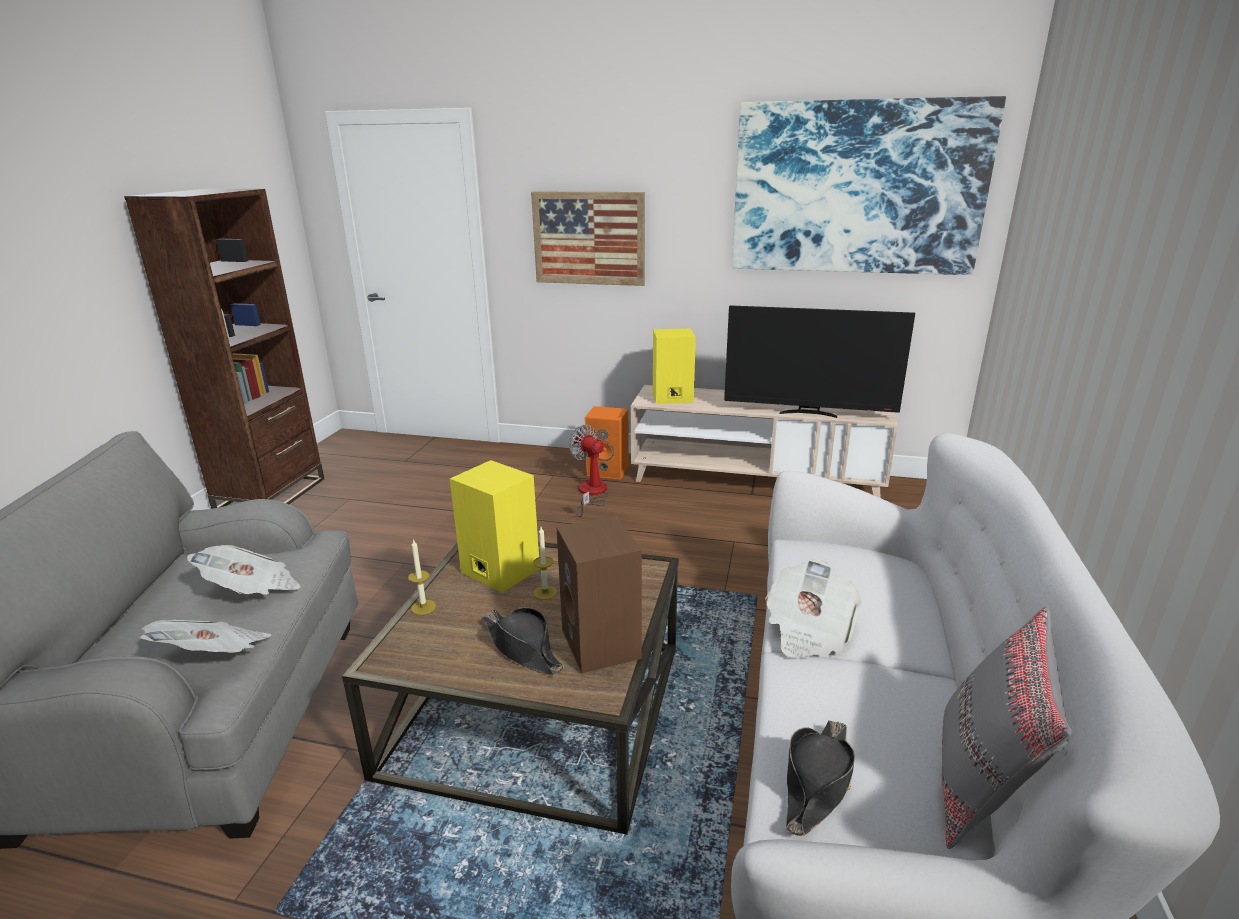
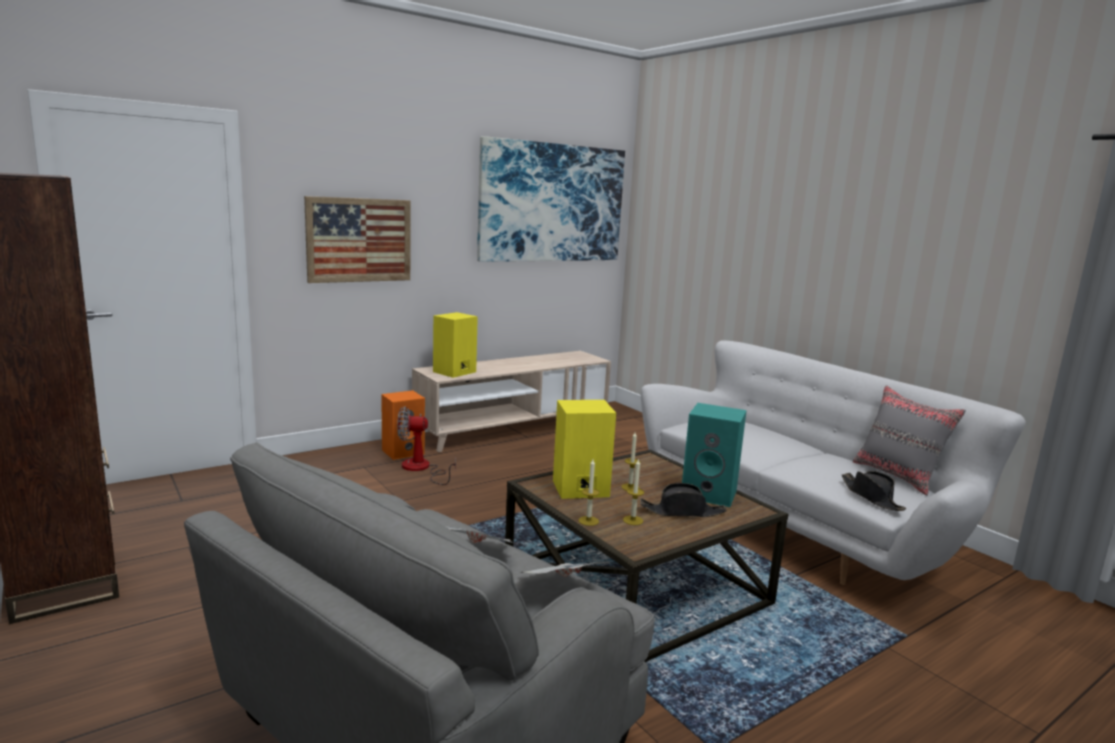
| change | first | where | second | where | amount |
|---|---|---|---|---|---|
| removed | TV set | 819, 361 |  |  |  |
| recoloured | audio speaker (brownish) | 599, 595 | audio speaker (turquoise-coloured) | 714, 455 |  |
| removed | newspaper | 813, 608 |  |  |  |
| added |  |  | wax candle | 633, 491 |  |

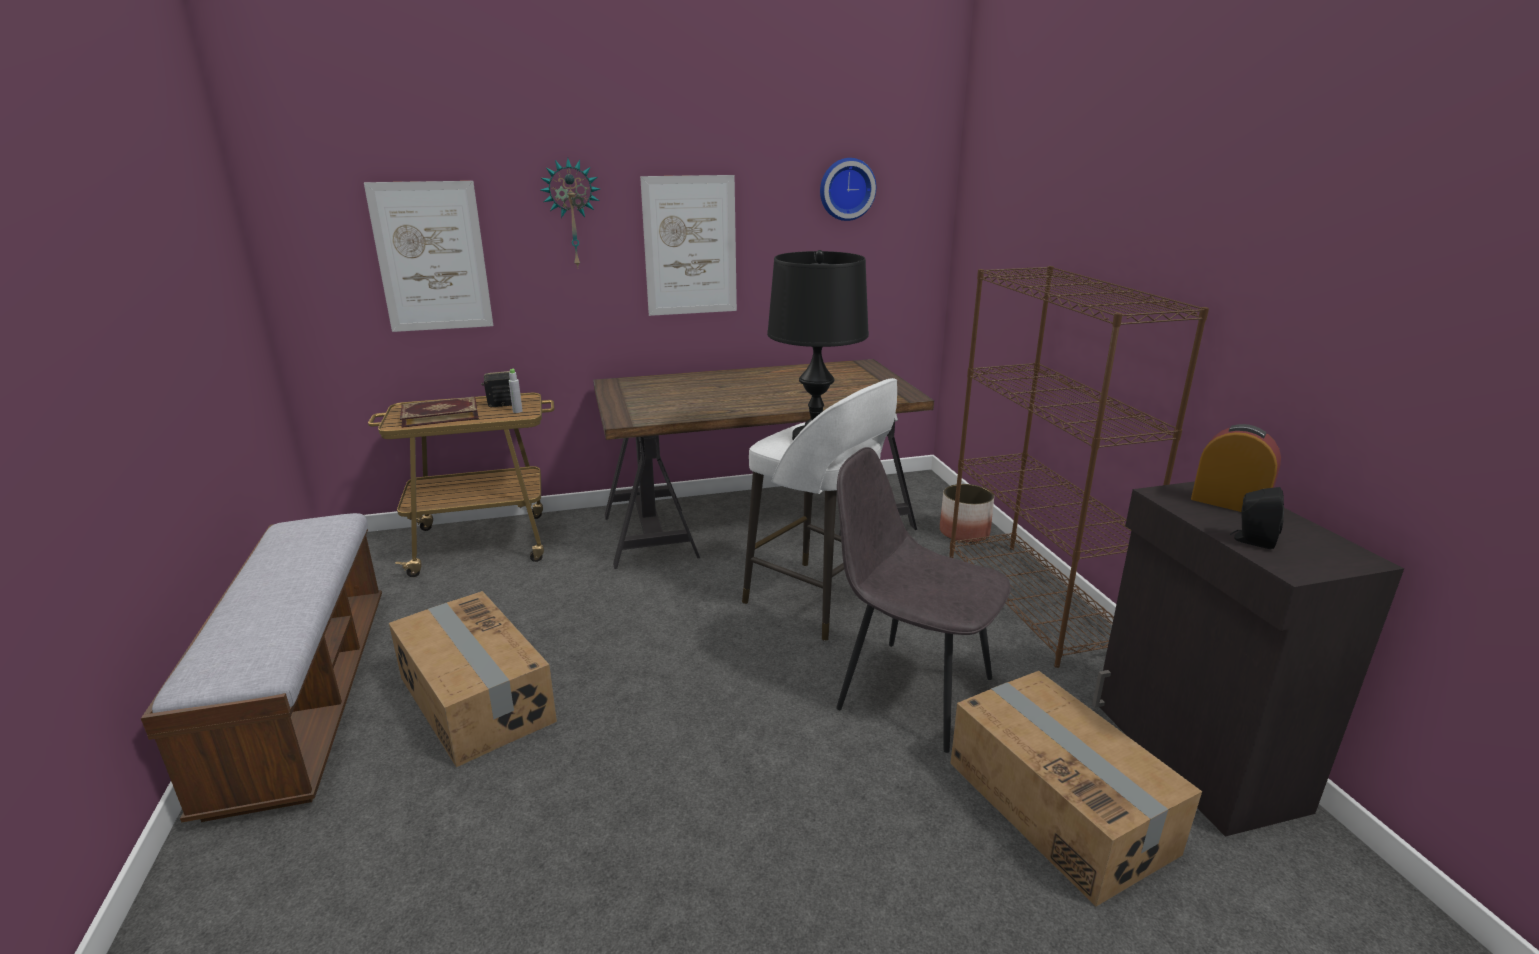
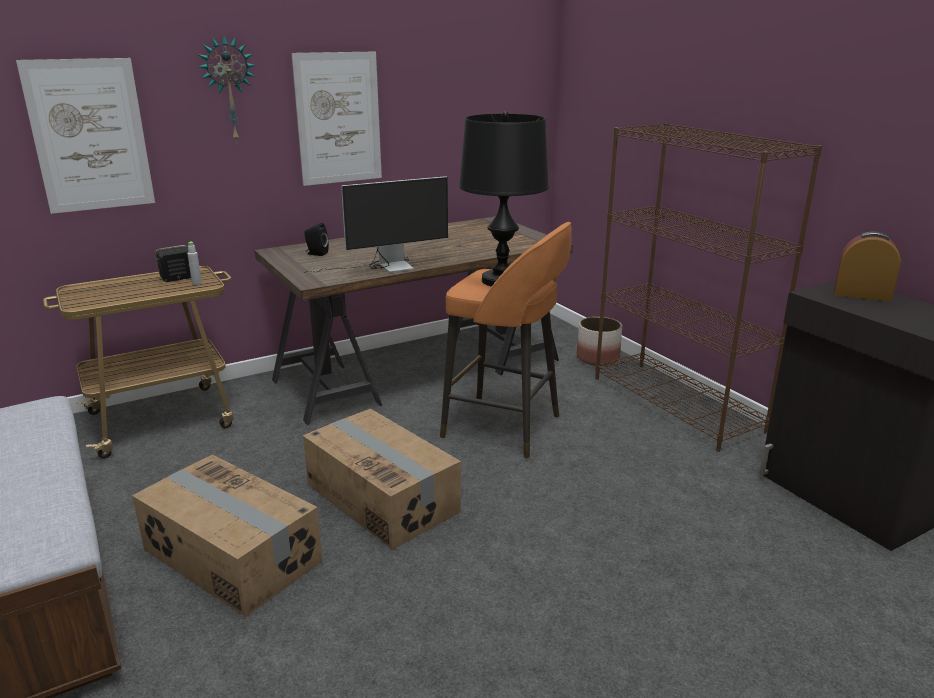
| change | first | where | second | where | amount |
|---|---|---|---|---|---|
| removed | hanging clock | 848, 189 |  |  |  |
| recoloured | stool seat (whitish) | 819, 509 | stool seat (orange) | 506, 340 |  |
| removed | bound book | 439, 412 |  |  |  |
| removed | plain chair (greyish) | 923, 600 |  |  |  |
| moved | audio speaker (black-coloured) | 1257, 518 |  | 316, 239 |  |
| moved | carton | 1076, 789 |  | 382, 479 |  |
| added |  |  | computer display | 375, 225 |  |

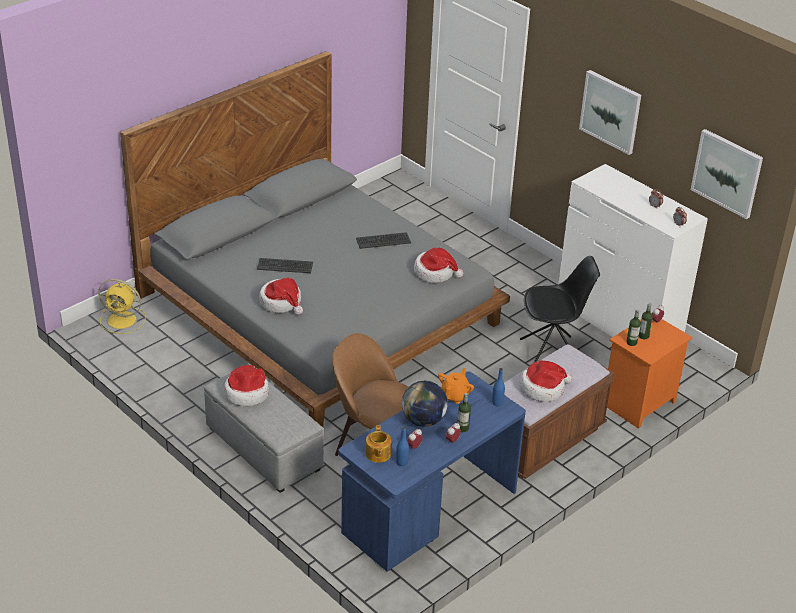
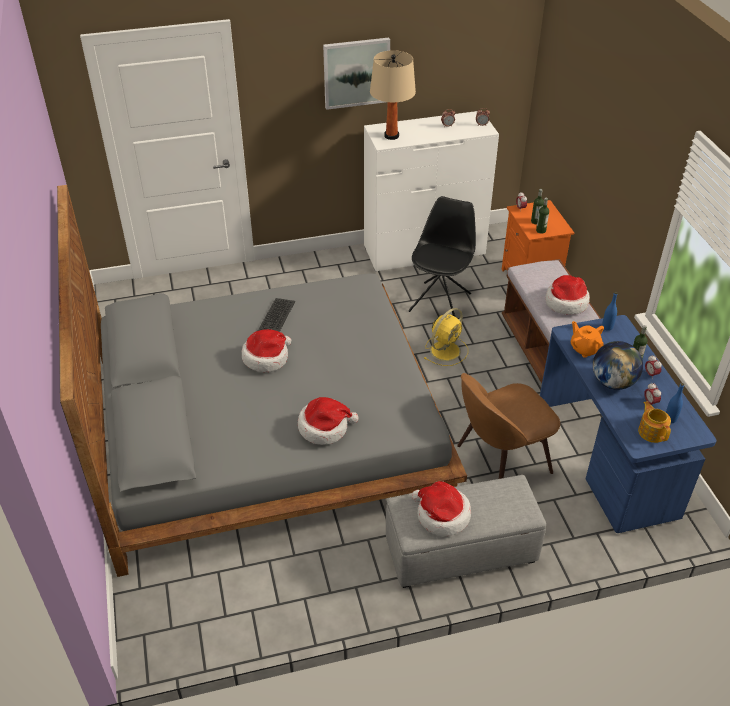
| change | first | where | second | where | amount |
|---|---|---|---|---|---|
| removed | wall art | 727, 174 |  |  |  |
| moved | hat | 438, 265 |  | 266, 350 |  |
| removed | computer keyboard | 285, 265 |  |  |  |
| moved | electric fan (yellowish) | 122, 306 |  | 446, 337 |  |
| turned | teapot | 378, 444 |  | 654, 422 | 135 degrees counterclockwise |
| added |  |  | lamp for a table (sand-coloured) | 393, 95 |  |

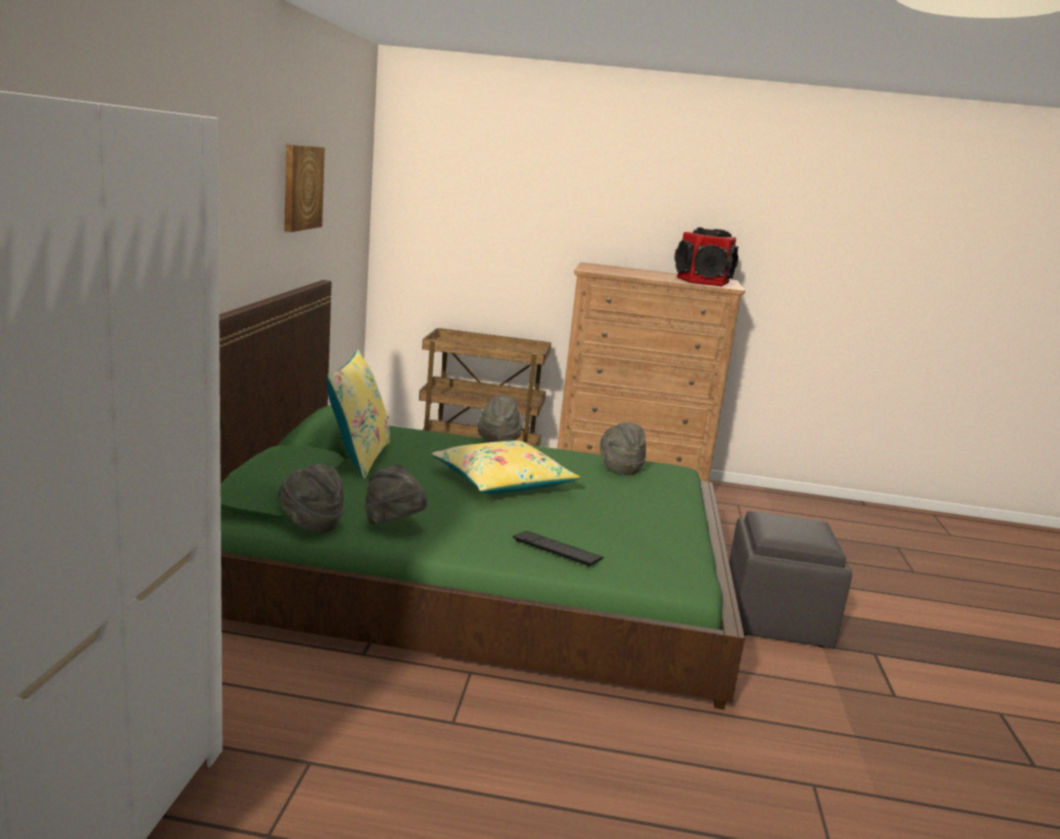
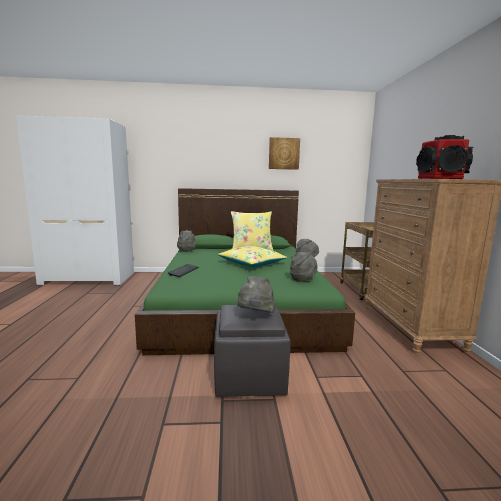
| change | first | where | second | where | amount |
|---|---|---|---|---|---|
| moved | hat (greyish) | 395, 494 |  | 256, 294 |  |

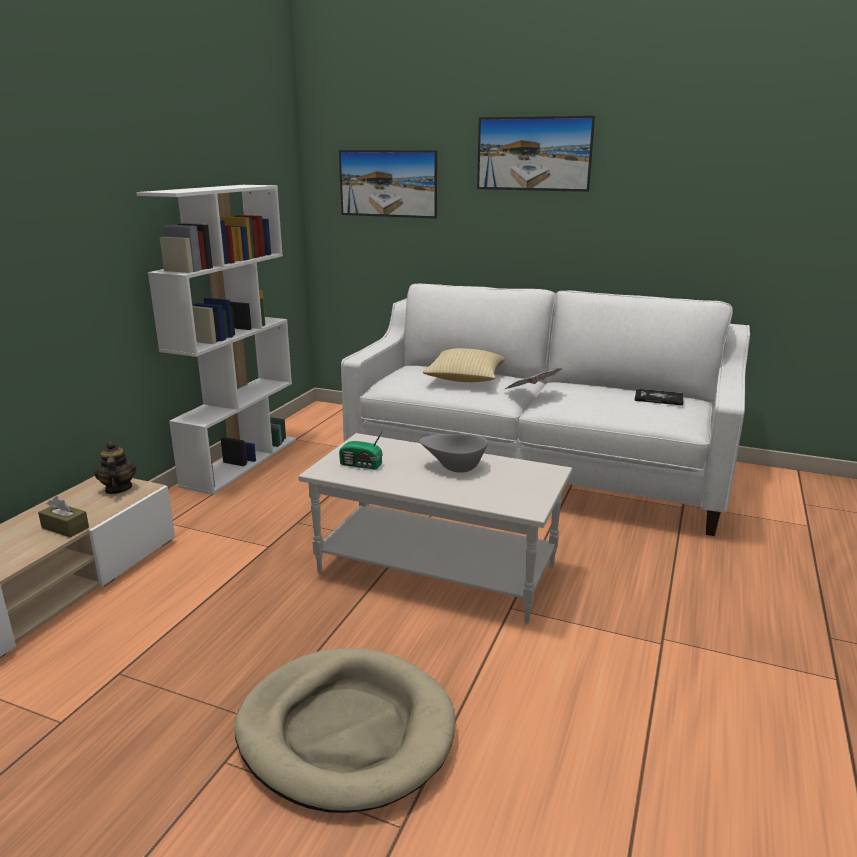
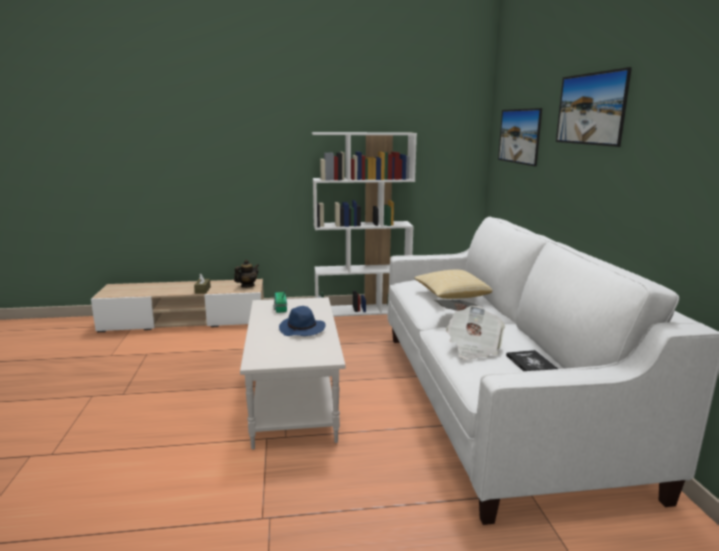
| change | first | where | second | where | amount |
|---|---|---|---|---|---|
| replaced | serving bowl (greyish) | 453, 453 | hat (blue-coloured) | 302, 321 |  |
| removed | dog cushion (sand-coloured) | 344, 730 |  |  |  |
| added |  |  | newspaper | 475, 333 |  |

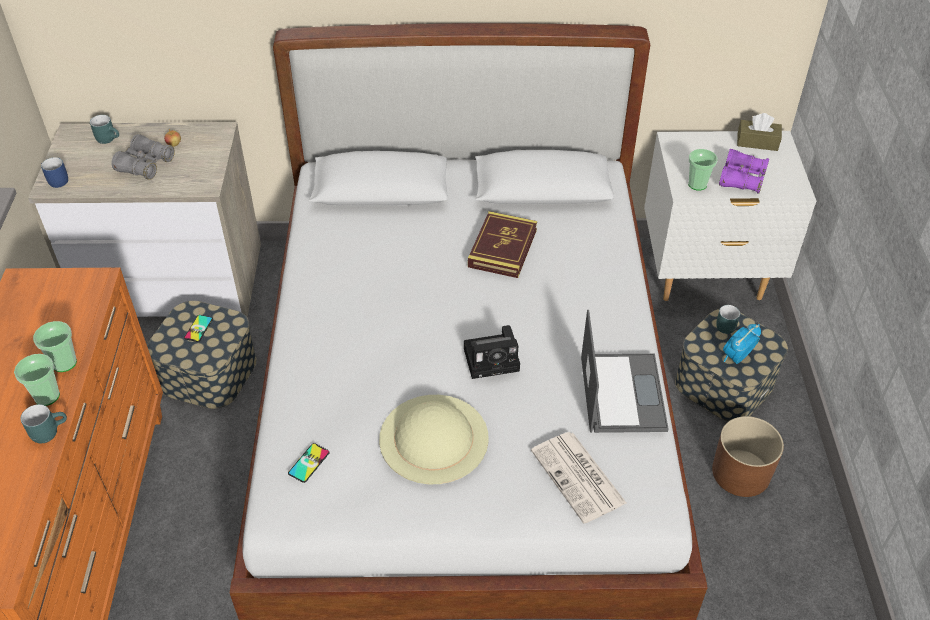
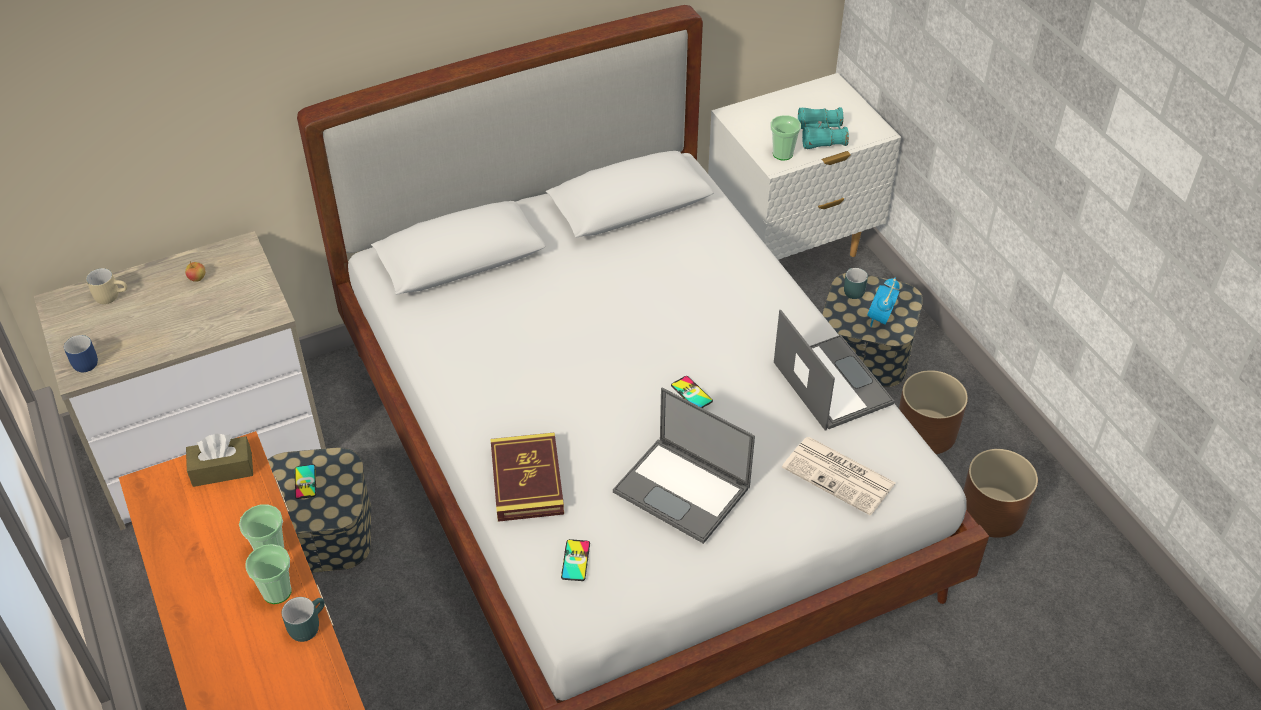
| change | first | where | second | where | amount |
|---|---|---|---|---|---|
| moved | box of tissues (brownish) | 759, 132 |  | 219, 460 |  |
| recoloured | tea mug (turquoise-coloured) | 104, 129 | tea mug (sand-coloured) | 106, 286 |  |
| removed | pair of binoculars (greyish) | 143, 157 |  |  |  |
| recoloured | pair of binoculars (purplish) | 744, 171 | pair of binoculars (turquoise-coloured) | 823, 128 |  |
| moved | bound book | 502, 244 |  | 527, 477 |  |
| replaced | photo camera | 492, 352 | handset | 692, 392 |  |
| replaced | hat (sand-coloured) | 434, 439 | portable computer | 684, 465 |  |
| added |  |  | plant pot (brownish) | 1000, 493 |  |

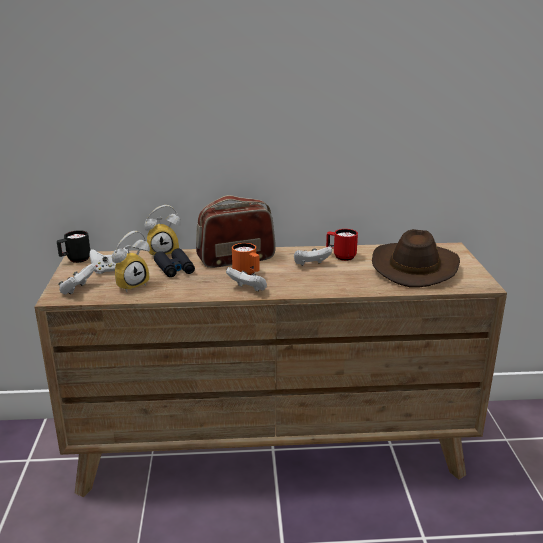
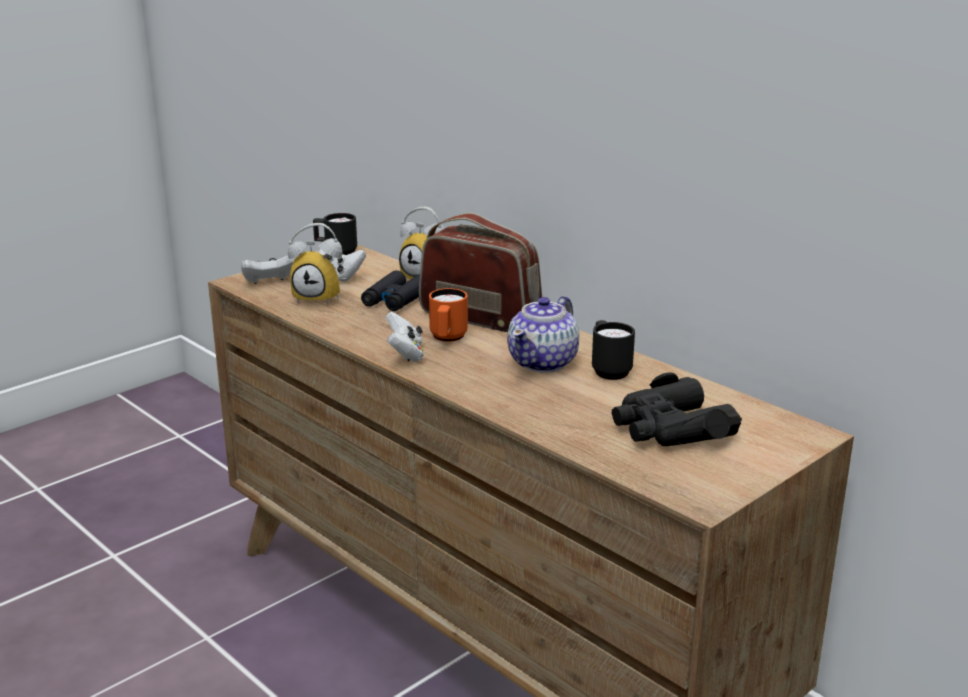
| change | first | where | second | where | amount |
|---|---|---|---|---|---|
| recoloured | tea mug (reddish) | 342, 245 | tea mug (black-coloured) | 613, 350 |  |
| replaced | hat (brownish) | 416, 258 | pair of binoculars (black-coloured) | 677, 409 |  |
| replaced | gamepad (whitish) | 313, 256 | teapot | 543, 334 |  |

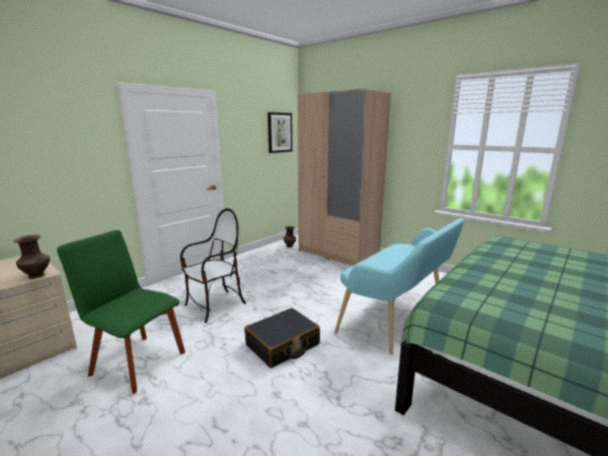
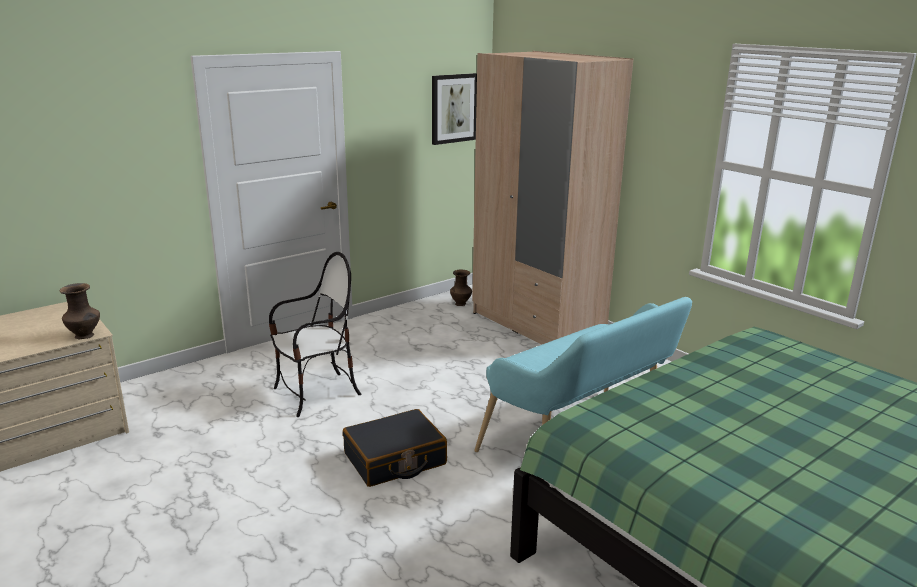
| change | first | where | second | where | amount |
|---|---|---|---|---|---|
| removed | plain chair (green) | 121, 312 |  |  |  |

